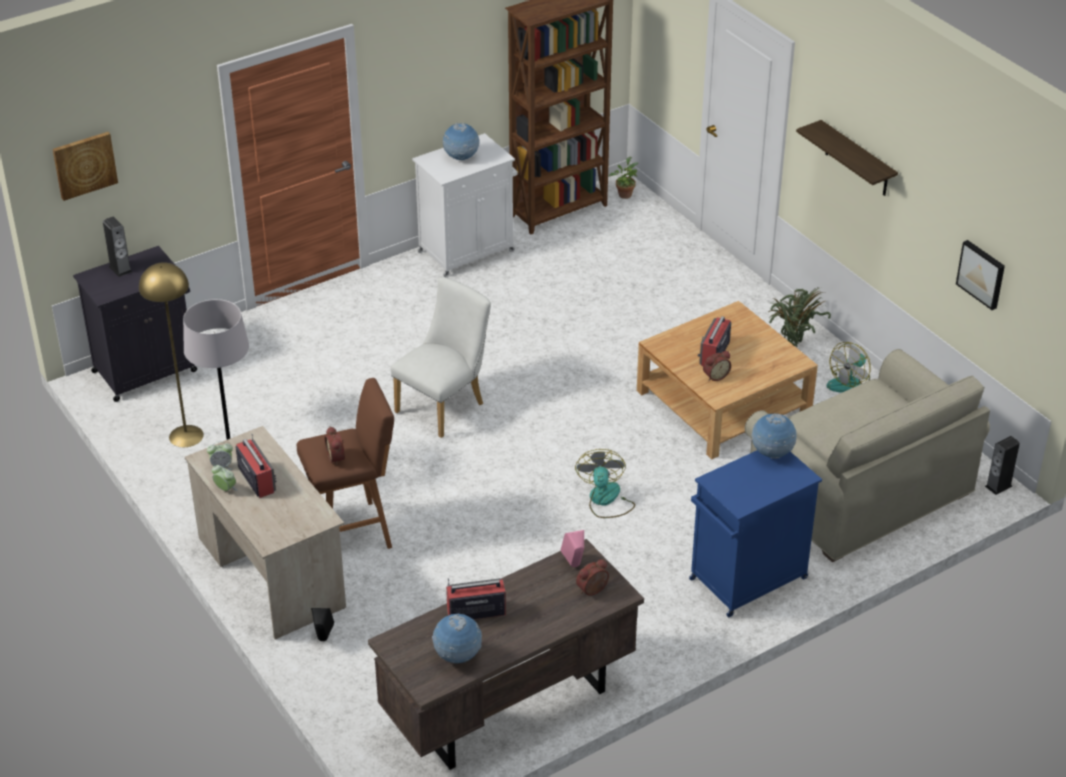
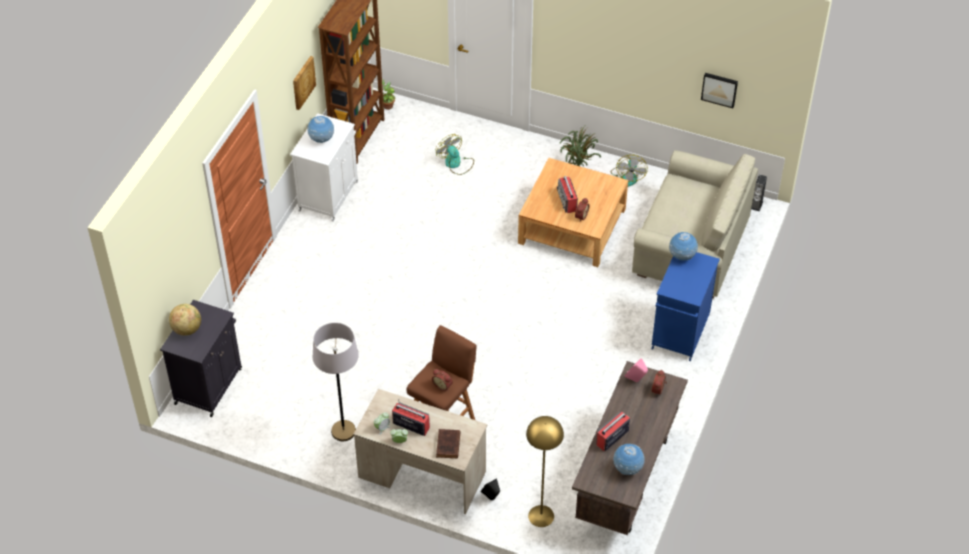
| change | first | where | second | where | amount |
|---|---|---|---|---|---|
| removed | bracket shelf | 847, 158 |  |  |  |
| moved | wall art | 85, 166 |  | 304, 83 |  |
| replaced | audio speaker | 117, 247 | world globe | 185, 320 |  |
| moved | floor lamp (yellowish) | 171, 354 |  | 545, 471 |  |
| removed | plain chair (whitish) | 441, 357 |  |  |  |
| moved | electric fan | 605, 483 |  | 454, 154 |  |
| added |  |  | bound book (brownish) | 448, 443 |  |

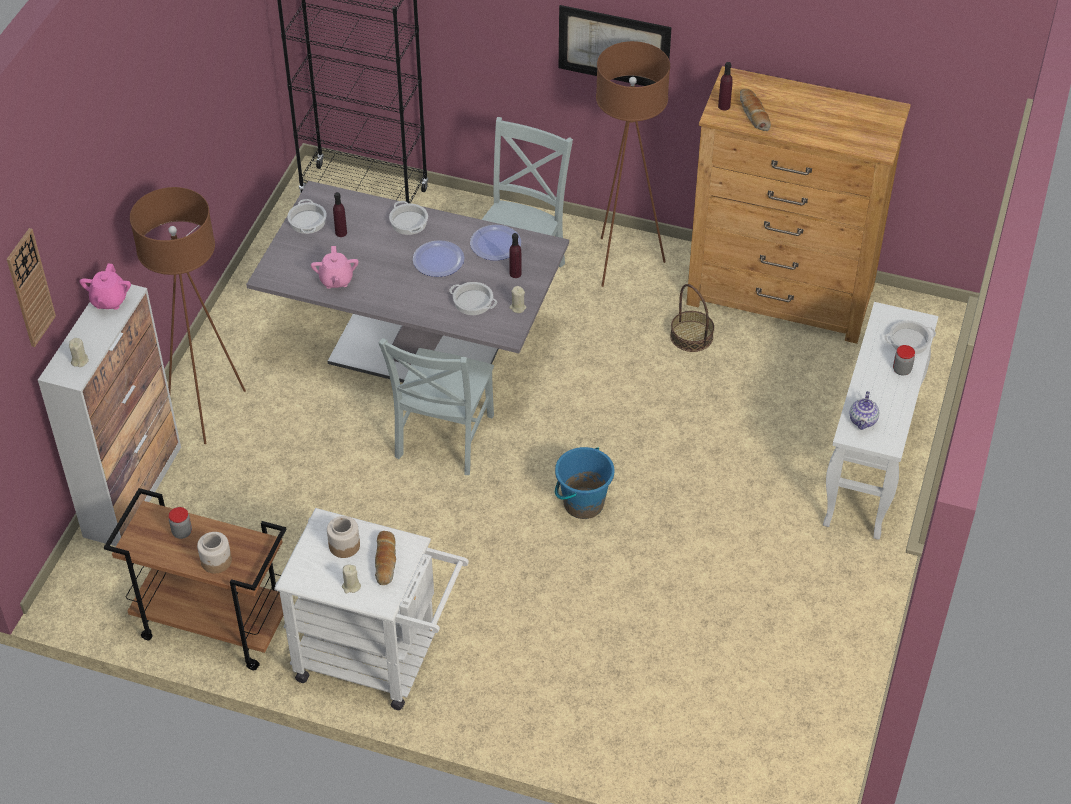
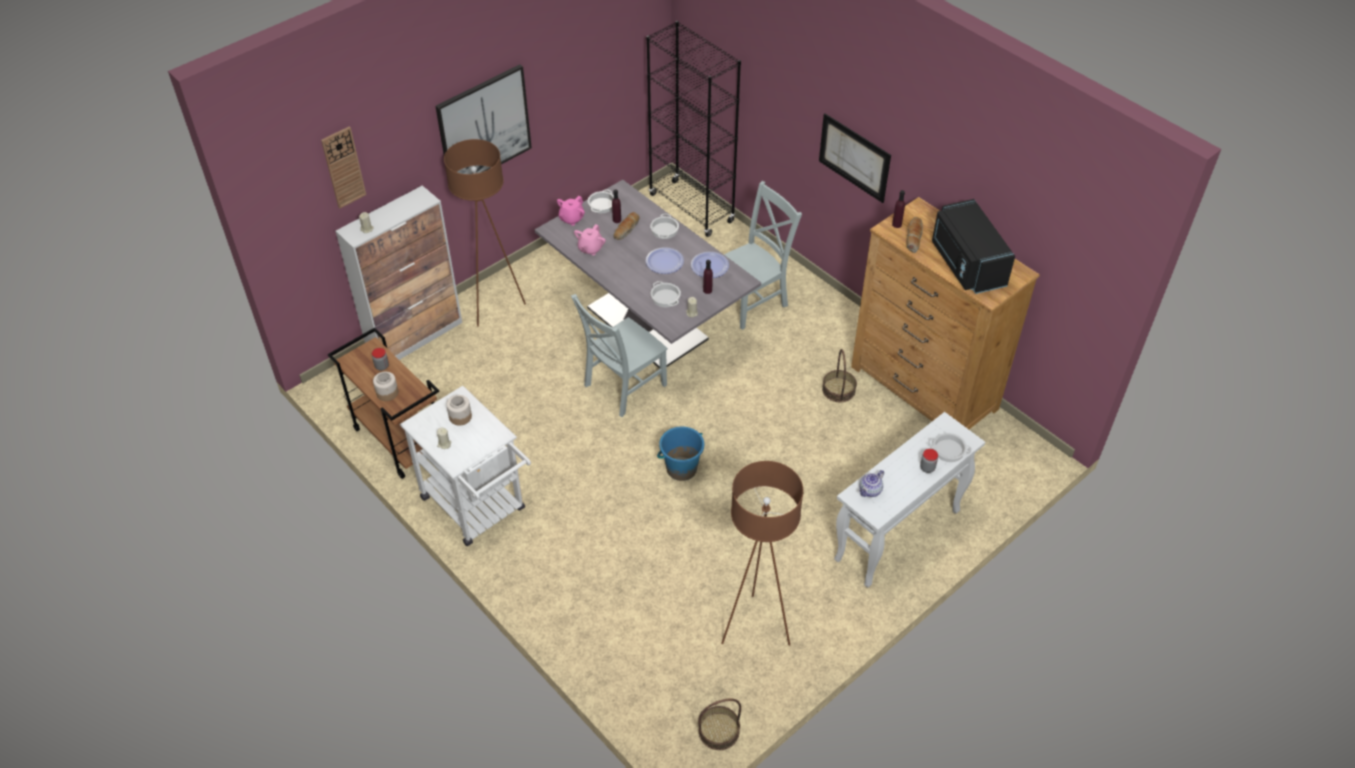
| change | first | where | second | where | amount |
|---|---|---|---|---|---|
| moved | floor lamp (brownish) | 633, 164 |  | 762, 553 |  |
| moved | teapot (pink-coloured) | 105, 287 |  | 571, 211 |  |
| moved | bread | 385, 558 |  | 626, 226 |  |
| added |  |  | wall art | 483, 119 |  |
| added |  |  | microwave (black-coloured) | 973, 246 |  |
| added |  |  | household basket | 719, 724 |  |

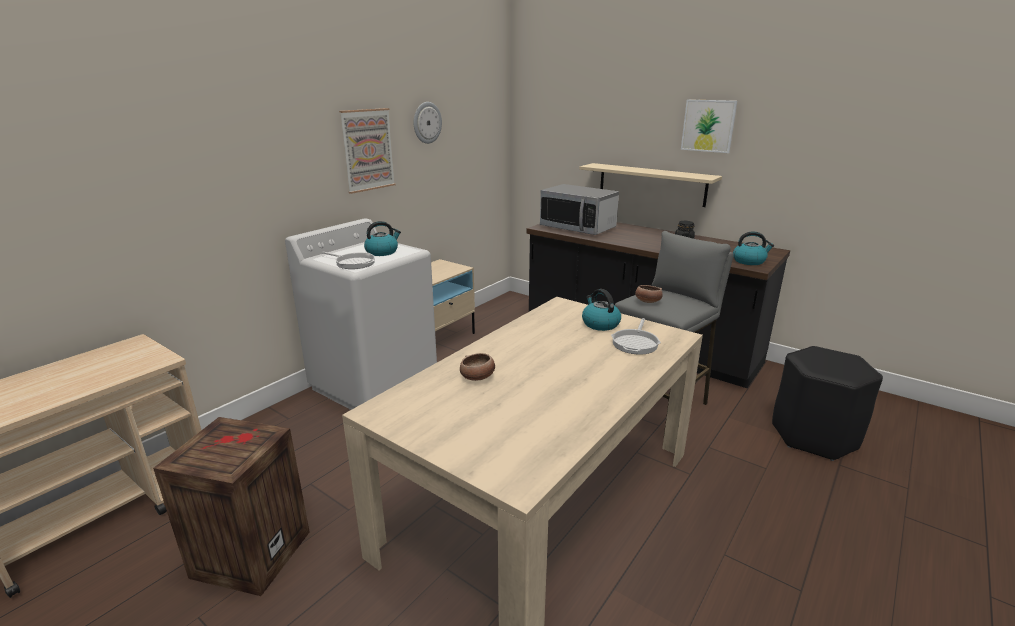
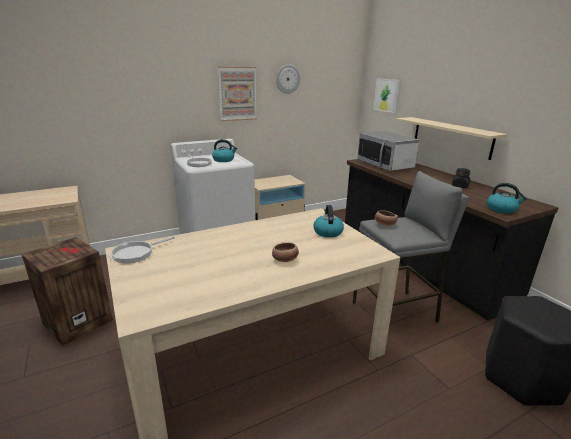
| change | first | where | second | where | amount |
|---|---|---|---|---|---|
| moved | wall art | 709, 126 |  | 386, 96 |  |
| moved | frying pan | 636, 336 |  | 141, 249 |  |
| moved | serving bowl | 477, 367 |  | 285, 252 |  |

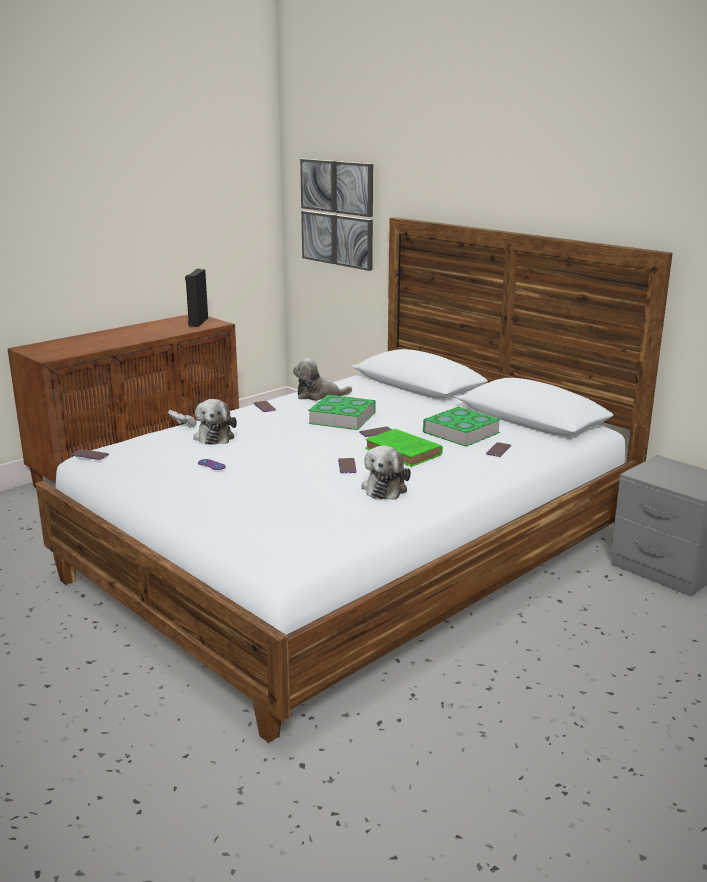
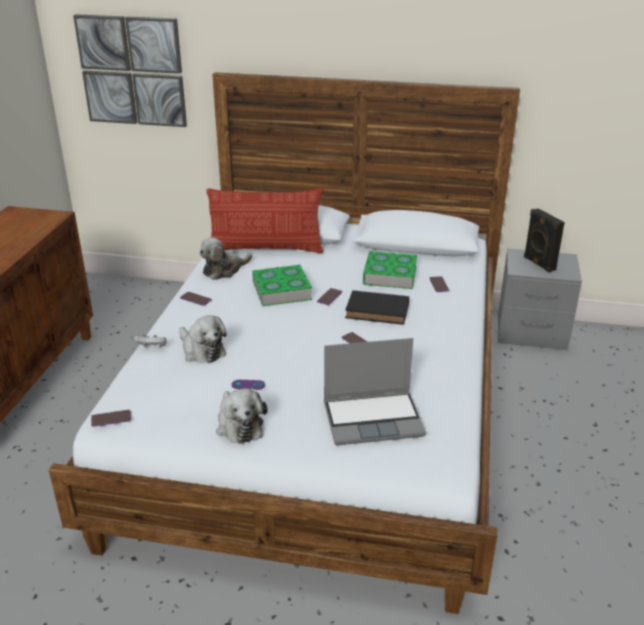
| change | first | where | second | where | amount |
|---|---|---|---|---|---|
| moved | audio speaker (black-coloured) | 196, 298 |  | 544, 240 |  |
| recoloured | bound book (green) | 404, 448 | bound book (black-coloured) | 377, 307 |  |
| moved | soft toy | 386, 472 |  | 241, 416 |  |
| added |  |  | pillow | 265, 221 |  |
| added |  |  | portable computer | 375, 391 |  |

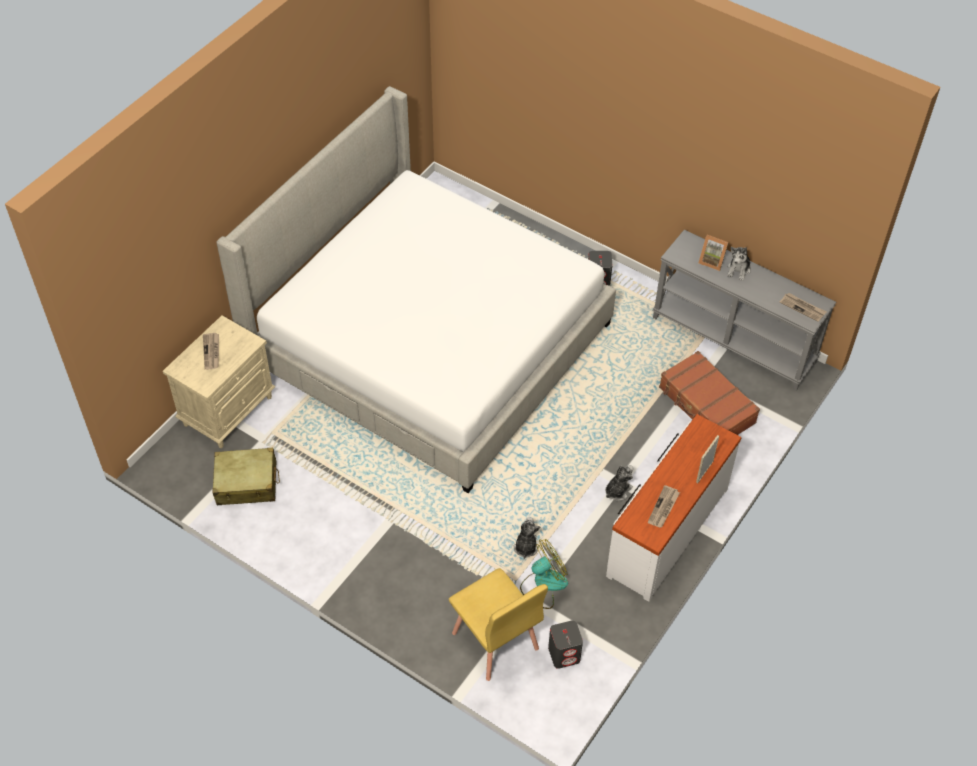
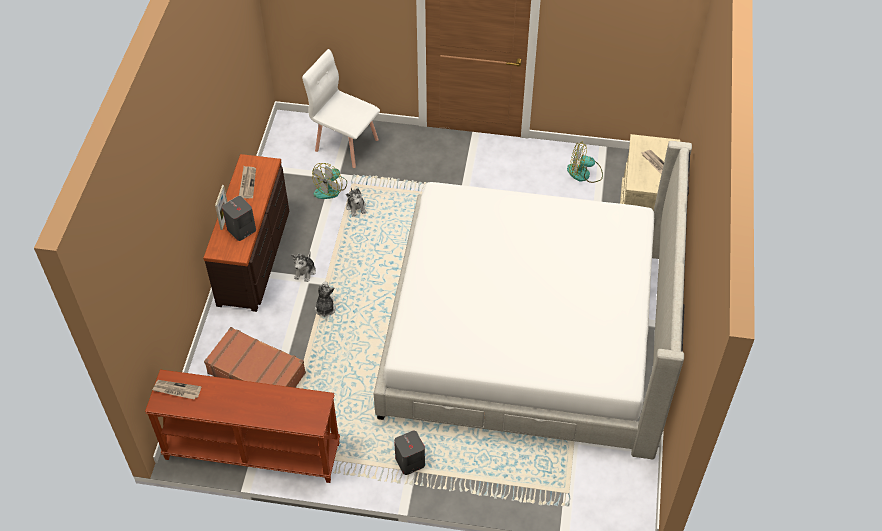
| change | first | where | second | where | amount |
|---|---|---|---|---|---|
| recoloured | narrow table (greyish) | 744, 310 | narrow table (brownish) | 242, 426 |  |
| removed | photo frame | 714, 253 |  |  |  |
| moved | soft toy | 739, 264 |  | 325, 299 |  |
| recoloured | chest of drawers (whitish) | 673, 508 | chest of drawers (brownish) | 246, 233 |  |
| replaced | travel case (sand-coloured) | 246, 476 | electric fan | 585, 163 |  |
| recoloured | plain chair (yellowish) | 498, 624 | plain chair (whitish) | 341, 108 |  |
| moved | audio speaker (greyish) | 565, 644 |  | 239, 218 |  |

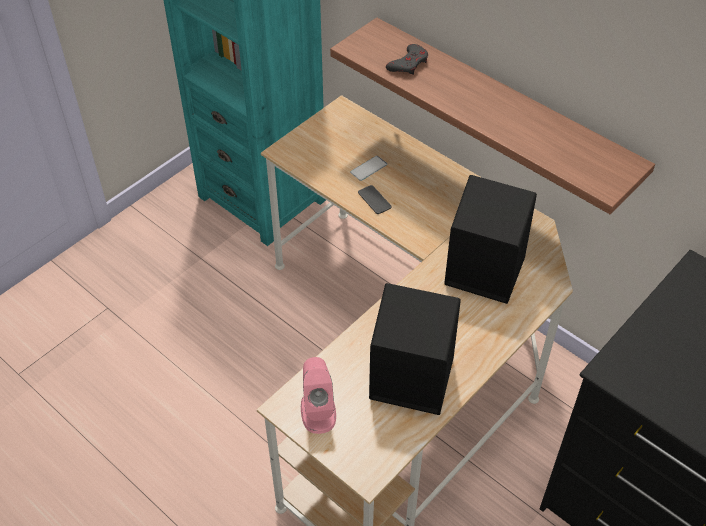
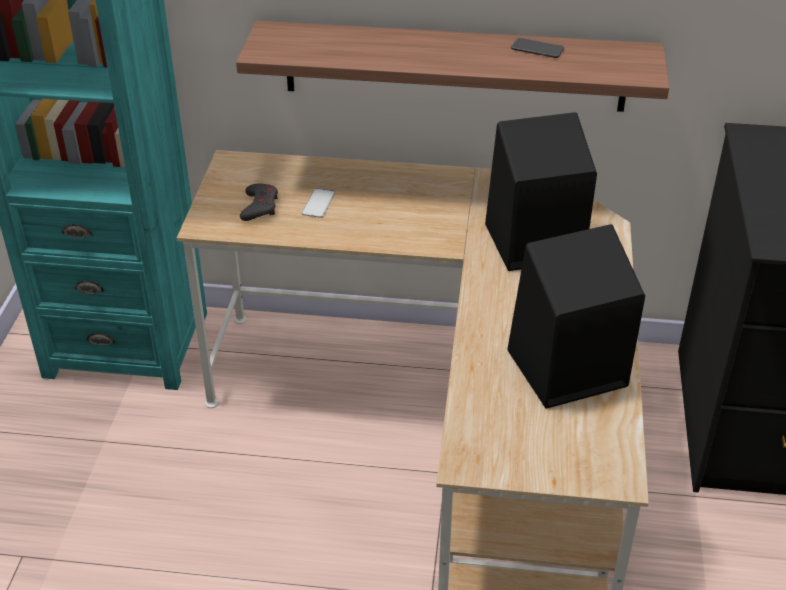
| change | first | where | second | where | amount |
|---|---|---|---|---|---|
| moved | gamepad (greyish) | 407, 59 |  | 259, 202 |  |
| moved | handset | 375, 199 |  | 537, 48 |  |
| removed | audio speaker (pink-coloured) | 318, 395 |  |  |  |

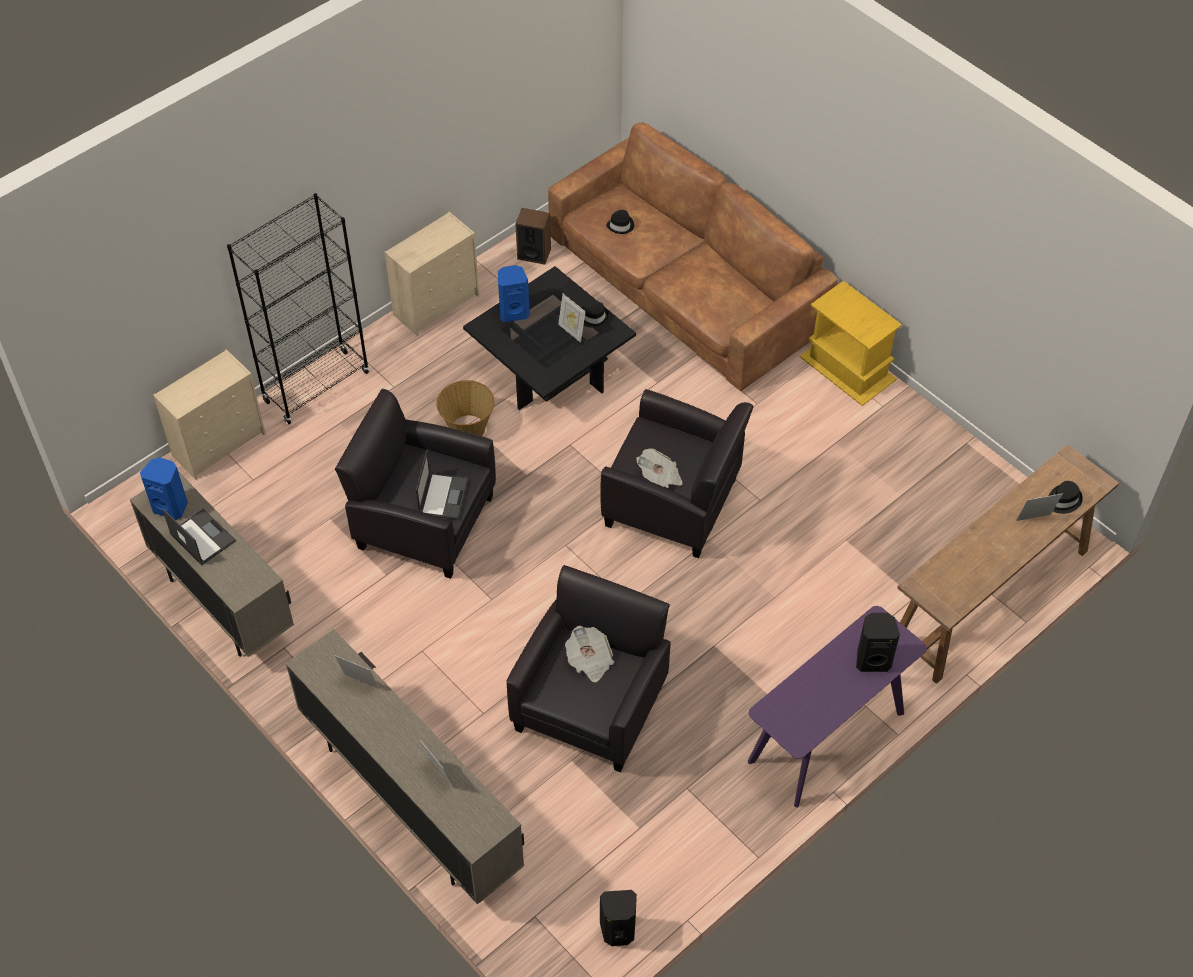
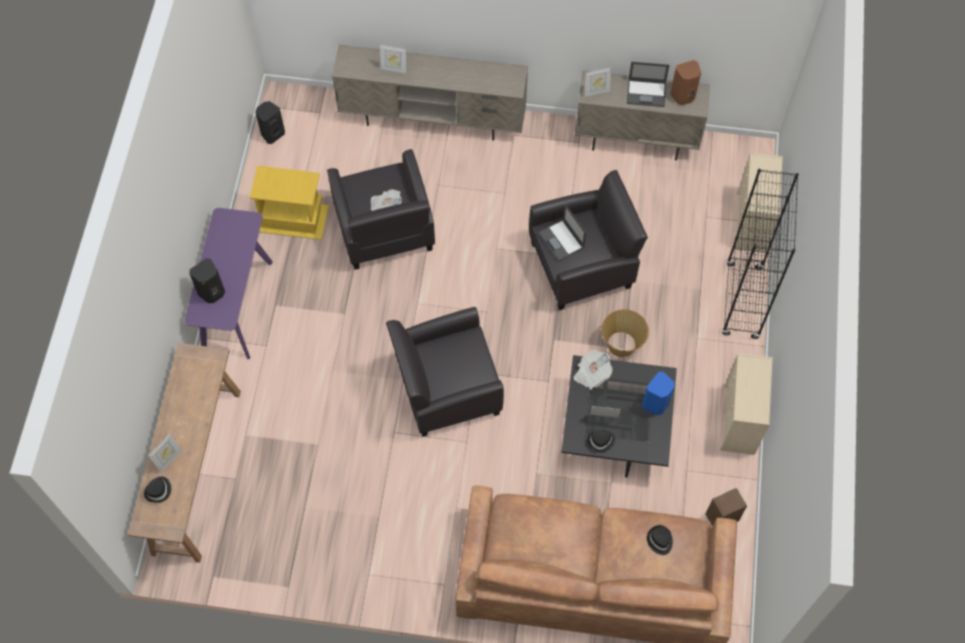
| change | first | where | second | where | amount |
|---|---|---|---|---|---|
| moved | accent table (yellowish) | 851, 343 |  | 289, 203 |  |
| moved | newspaper | 659, 468 |  | 593, 370 |  |
| recoloured | audio speaker (blue-coloured) | 164, 489 | audio speaker (brownish) | 685, 82 |  |
| moved | photo frame | 357, 672 |  | 598, 82 |  |

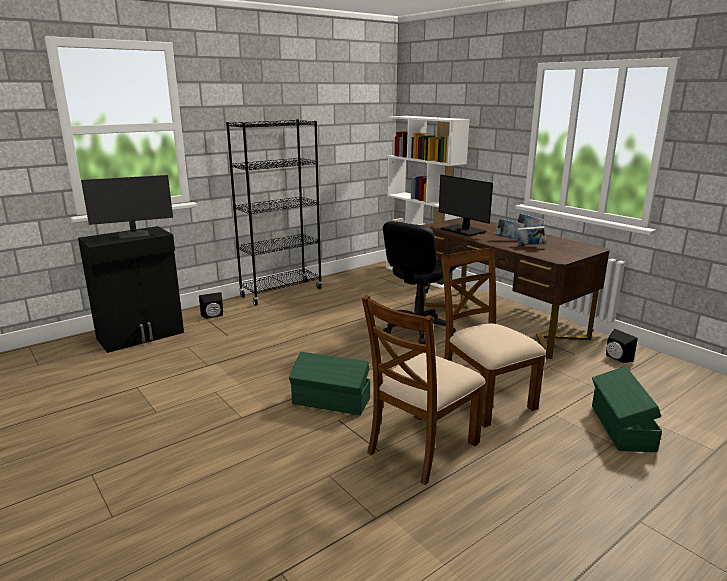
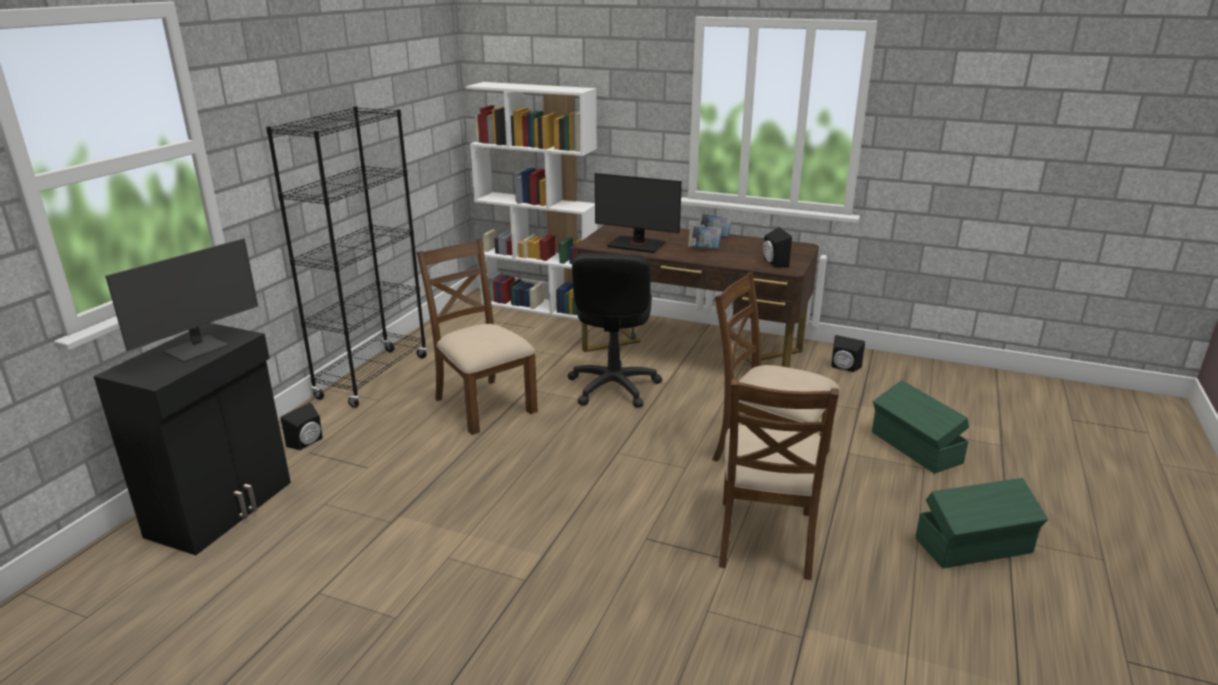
| change | first | where | second | where | amount |
|---|---|---|---|---|---|
| removed | bound book | 532, 235 |  |  |  |
| moved | storage box (green) | 330, 383 |  | 981, 523 |  |
| added |  |  | audio speaker (black-coloured) | 777, 247 |  |
| added |  |  | plain chair (brownish) | 477, 337 |  |

